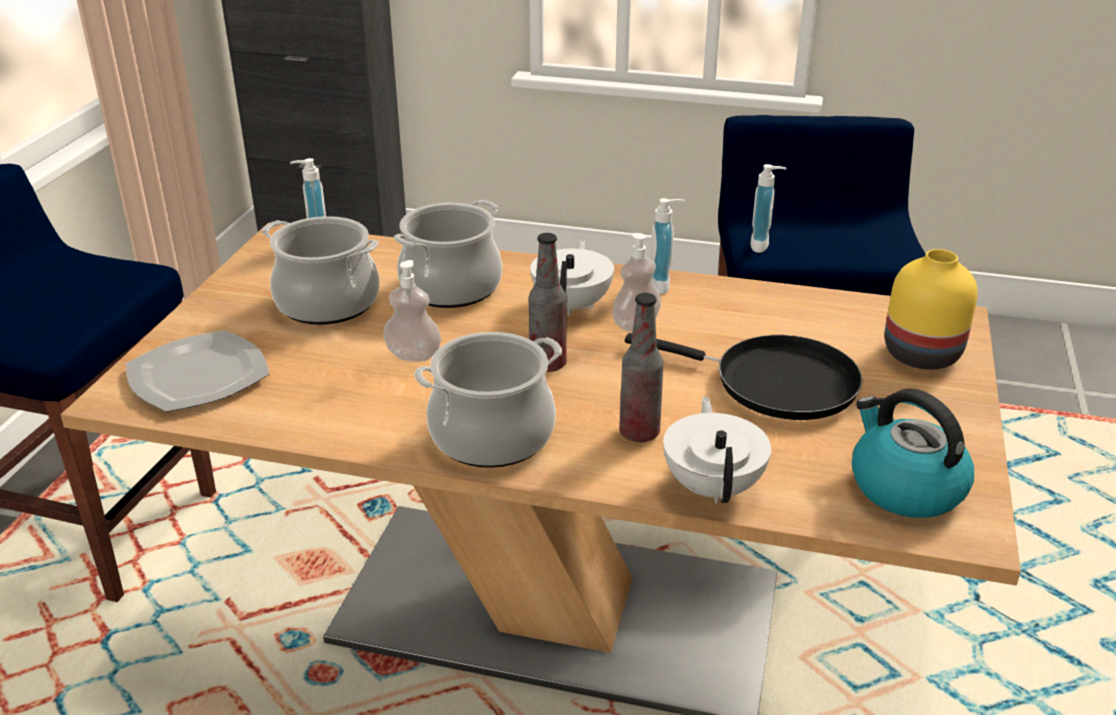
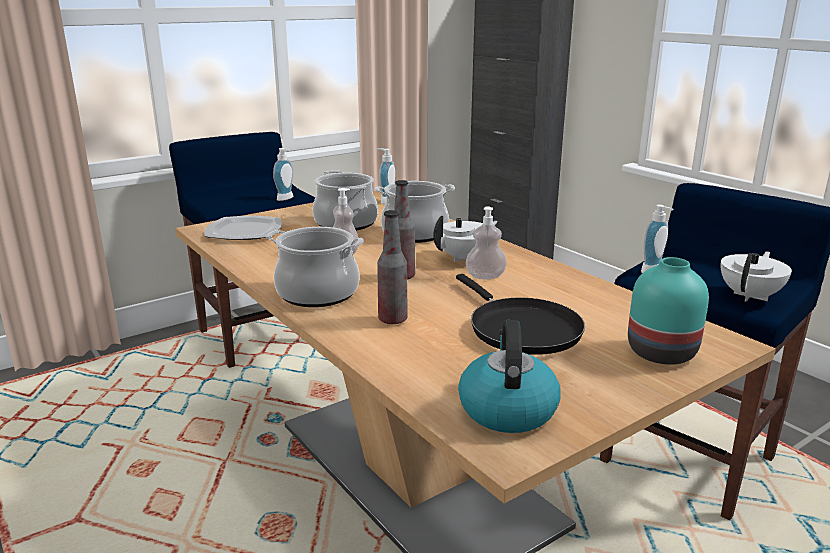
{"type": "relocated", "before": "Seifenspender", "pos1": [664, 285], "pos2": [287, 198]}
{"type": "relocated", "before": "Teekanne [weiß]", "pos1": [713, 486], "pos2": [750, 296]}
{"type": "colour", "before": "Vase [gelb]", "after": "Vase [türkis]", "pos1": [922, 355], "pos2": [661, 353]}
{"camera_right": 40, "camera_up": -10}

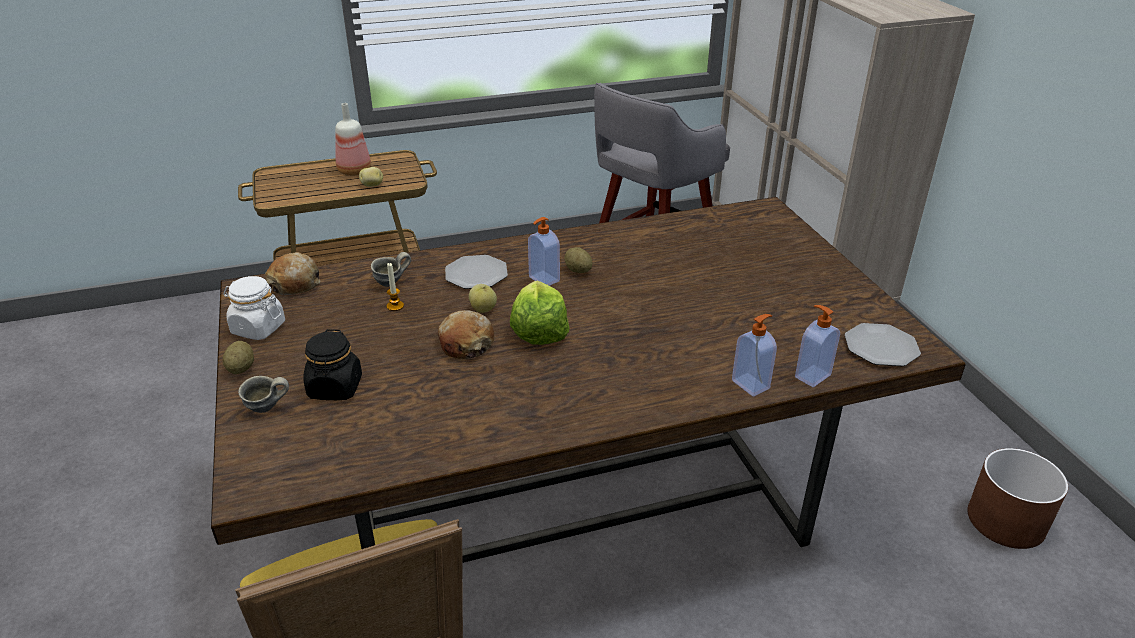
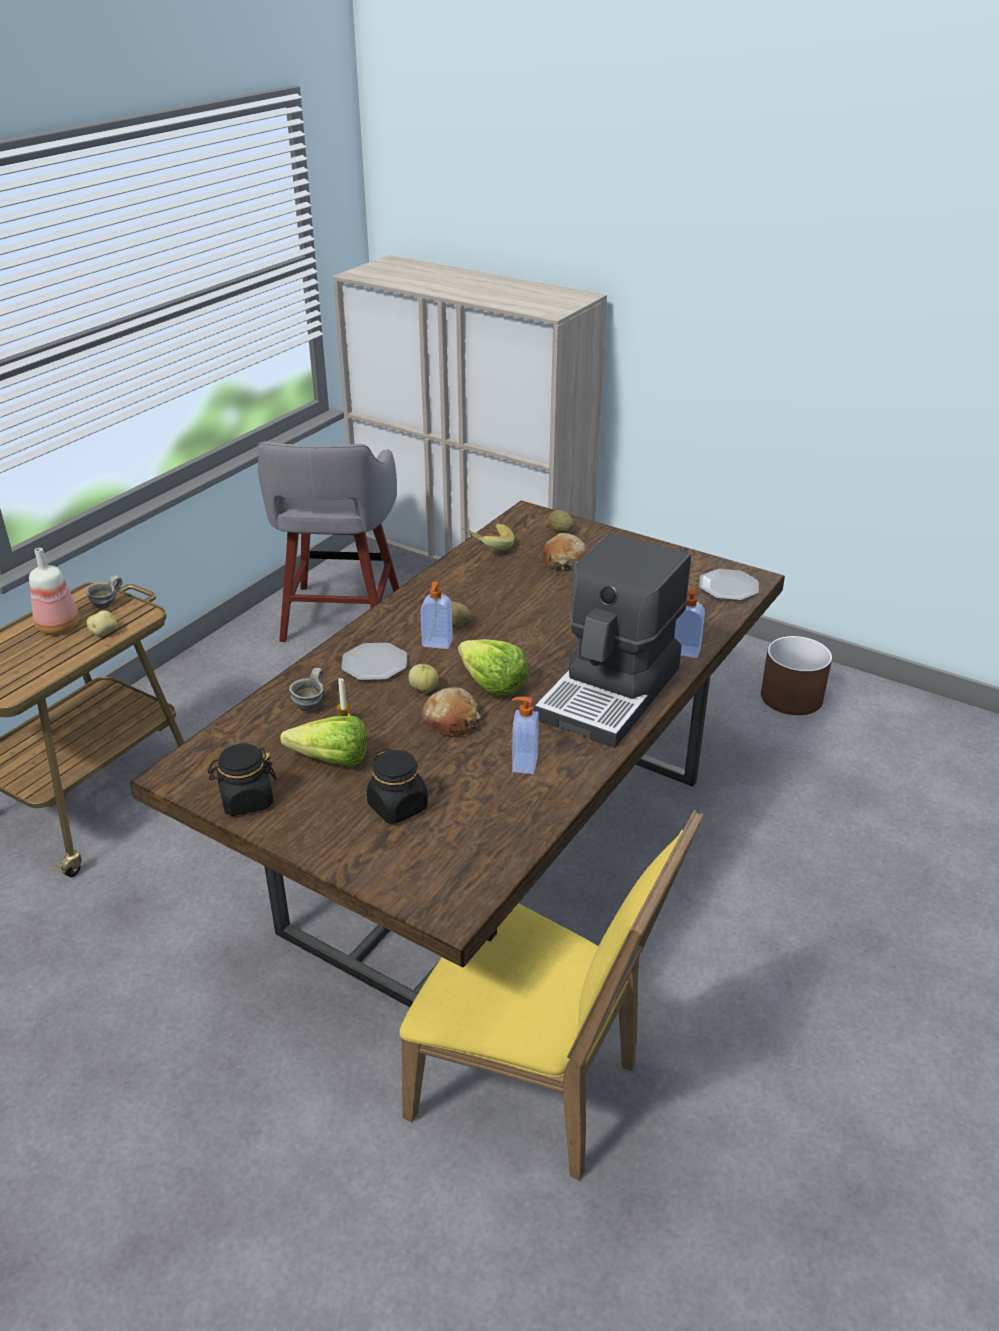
{"type": "relocated", "before": "Kartoffel", "pos1": [241, 368], "pos2": [560, 531]}
{"type": "colour", "before": "Vorratsglas [weiß]", "after": "Vorratsglas [schwarz]", "pos1": [258, 328], "pos2": [246, 800]}
{"type": "relocated", "before": "Henkelbecher [grau]", "pos1": [266, 410], "pos2": [107, 606]}
{"type": "relocated", "before": "Brot", "pos1": [295, 283], "pos2": [564, 561]}
{"type": "relocated", "before": "Seifenspender", "pos1": [811, 375], "pos2": [523, 763]}
{"type": "appeared", "after": "Salatkopf", "pos2": [325, 759]}
{"type": "appeared", "after": "Banane", "pos2": [487, 546]}
{"type": "appeared", "after": "Kaffeemaschine", "pos2": [611, 693]}
{"camera_right": -40, "camera_up": 0}

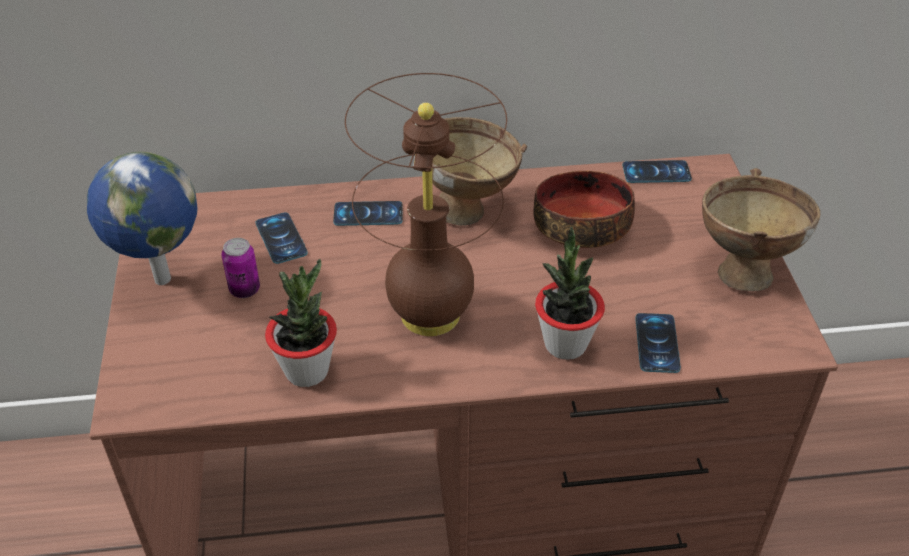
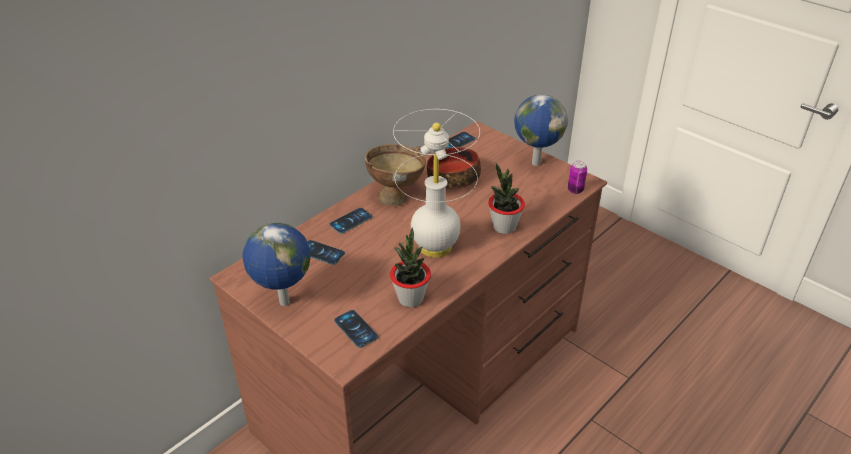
{"type": "relocated", "before": "Dose", "pos1": [244, 290], "pos2": [575, 190]}
{"type": "colour", "before": "Tischlampe [braun]", "after": "Tischlampe [weiß]", "pos1": [429, 315], "pos2": [435, 247]}
{"type": "relocated", "before": "Handy", "pos1": [657, 343], "pos2": [356, 329]}
{"type": "exchanged", "before": "Schüssel [braun]", "after": "Globus", "pos1": [743, 268], "pos2": [535, 163]}
{"camera_right": -40, "camera_up": -5}

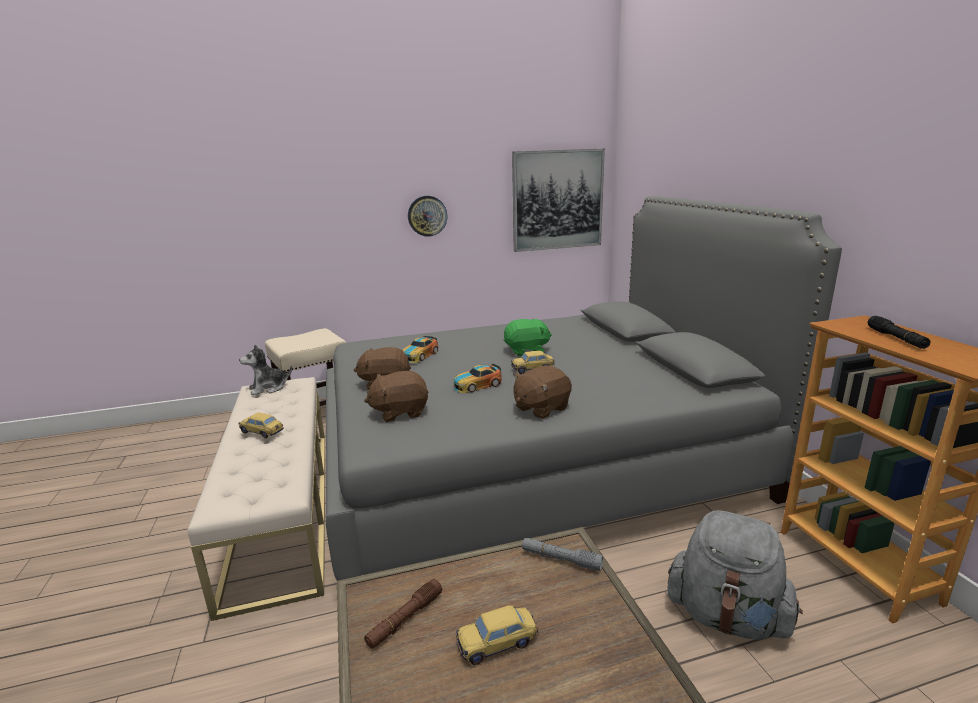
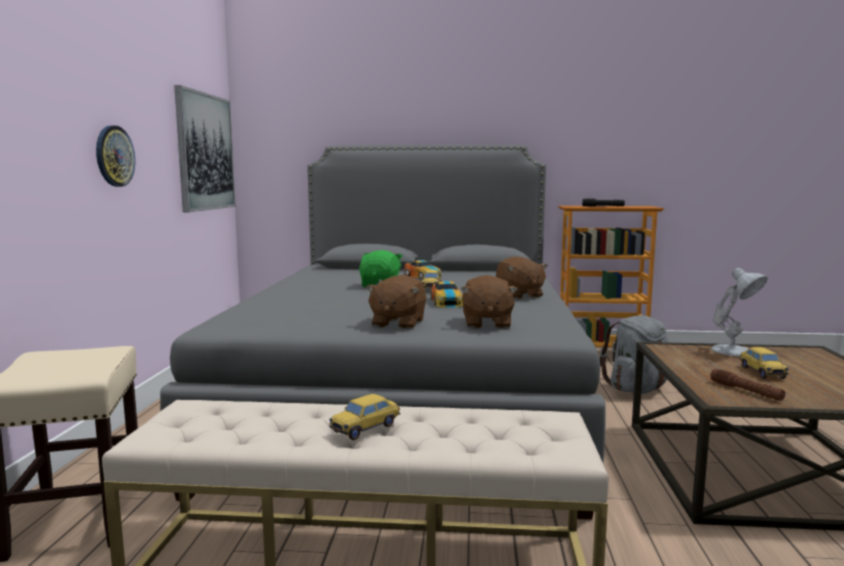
{"type": "missing", "before": "Plüschtier", "pos1": [268, 388]}
{"type": "relocated", "before": "Spielzeugauto", "pos1": [419, 355], "pos2": [423, 276]}
{"type": "missing", "before": "Taschenlampe [grau]", "pos1": [561, 559]}
{"type": "appeared", "after": "Tischlampe [weiß]", "pos2": [734, 351]}
{"camera_right": -70, "camera_up": -10}

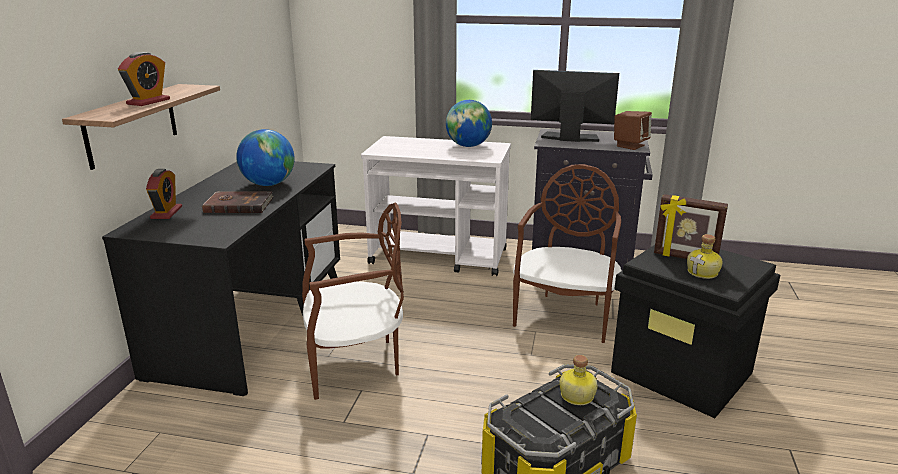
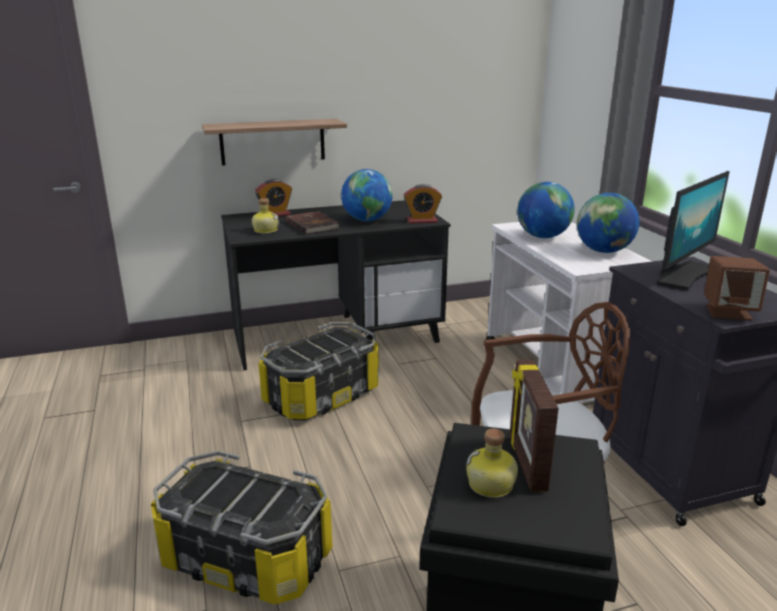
{"type": "relocated", "before": "Wecker", "pos1": [148, 102], "pos2": [422, 221]}
{"type": "exchanged", "before": "Stuhl [braun]", "after": "Aufbewahrungsbox", "pos1": [355, 363], "pos2": [322, 396]}
{"type": "spun", "before": "Monitor", "pos1": [570, 138], "pos2": [684, 276], "turn": 60}
{"type": "relocated", "before": "Flasche", "pos1": [575, 396], "pos2": [265, 230]}
{"type": "appeared", "after": "Globus", "pos2": [542, 237]}
{"camera_right": 60, "camera_up": 0}

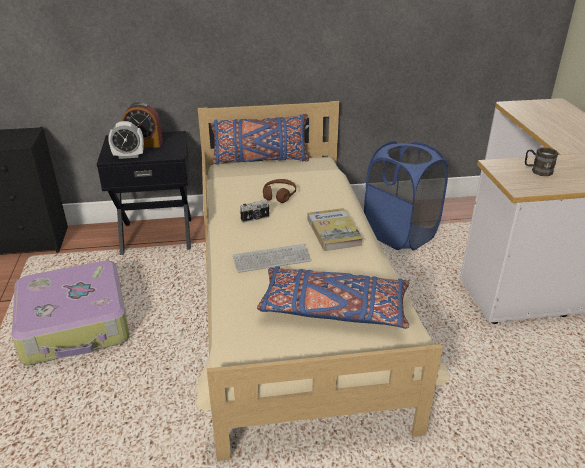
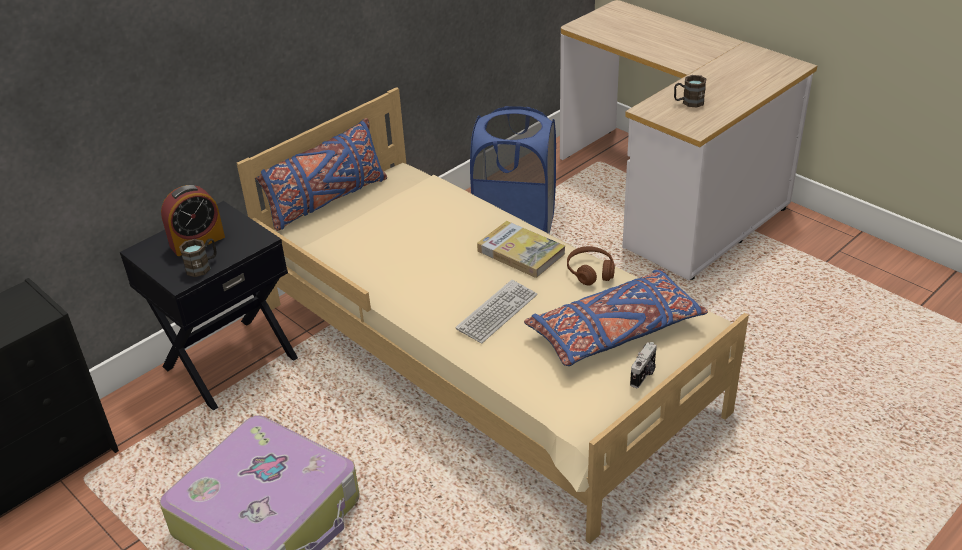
{"type": "exchanged", "before": "Wecker", "after": "Henkelbecher [braun]", "pos1": [129, 156], "pos2": [202, 266]}
{"type": "relocated", "before": "Kamera", "pos1": [255, 219], "pos2": [644, 374]}
{"type": "relocated", "before": "Kopfhörer [braun]", "pos1": [279, 195], "pos2": [590, 272]}
{"camera_right": -35, "camera_up": 5}

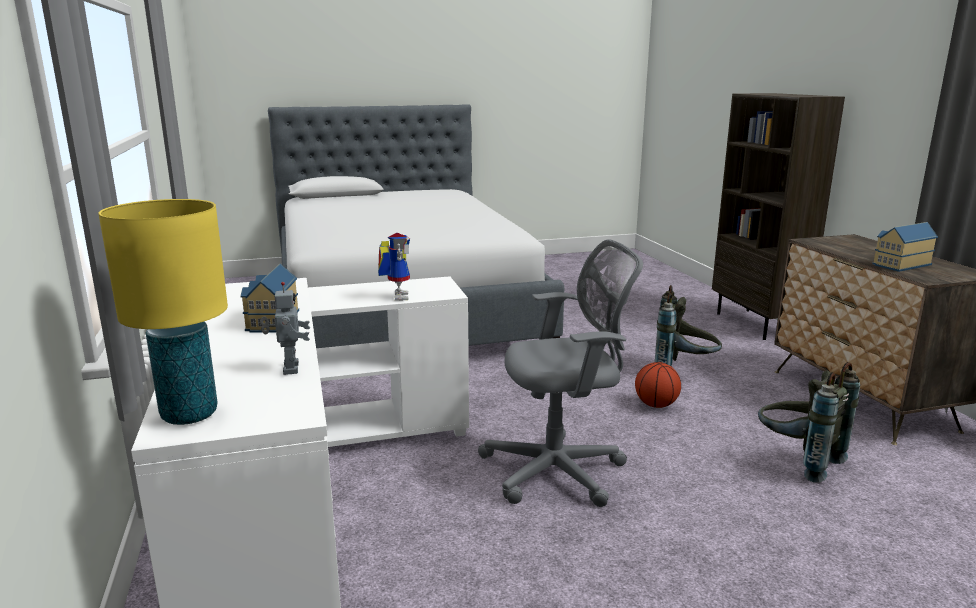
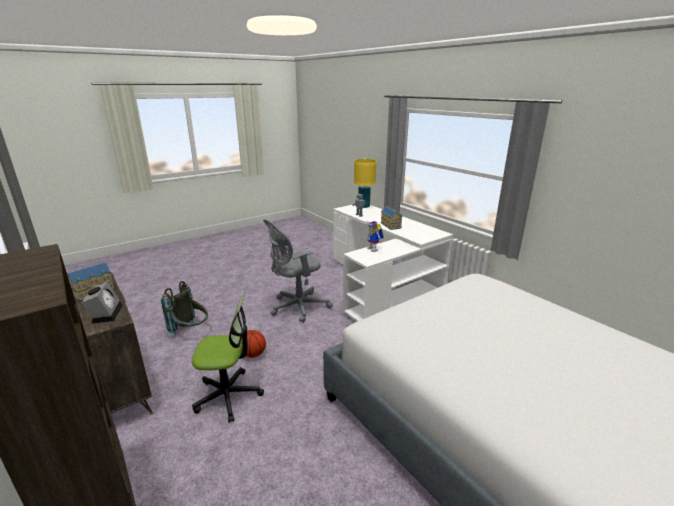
{"type": "exchanged", "before": "Rucksack [grau]", "after": "Bürostuhl", "pos1": [683, 371], "pos2": [228, 395]}
{"type": "appeared", "after": "Wecker", "pos2": [106, 313]}
{"camera_right": 160, "camera_up": 5}

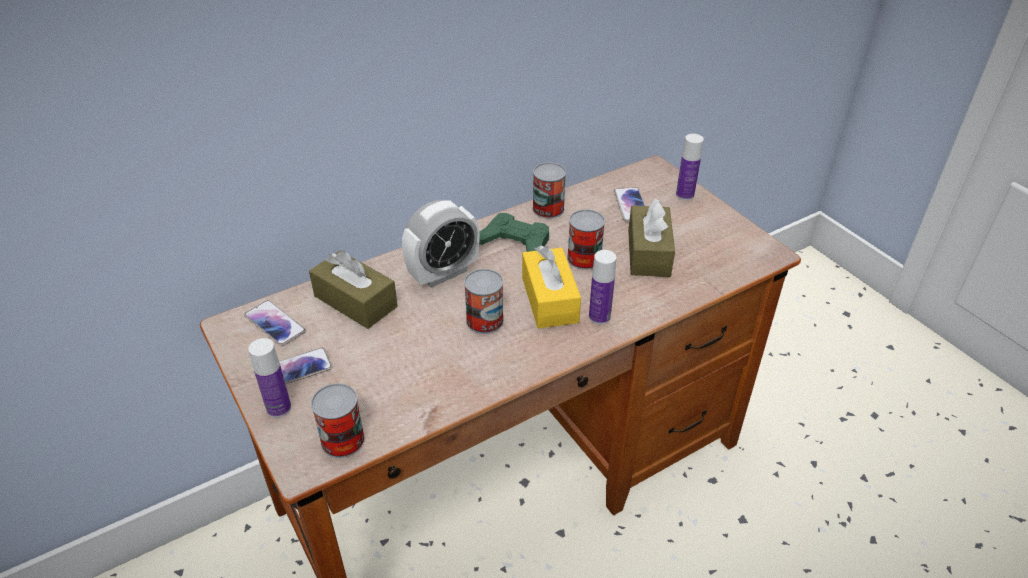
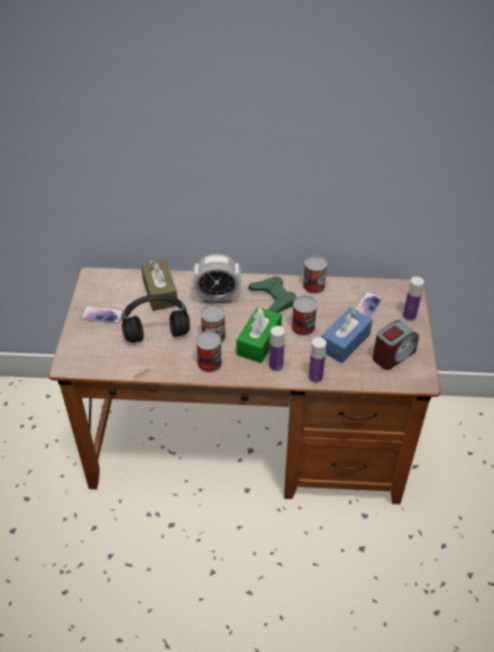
{"type": "missing", "before": "Handy", "pos1": [275, 324]}
{"type": "relocated", "before": "Flasche", "pos1": [279, 408], "pos2": [315, 377]}
{"type": "relocated", "before": "Dose", "pos1": [342, 440], "pos2": [209, 363]}
{"type": "colour", "before": "Taschentuchbox [gelb]", "after": "Taschentuchbox [grün]", "pos1": [549, 299], "pos2": [259, 342]}
{"type": "colour", "before": "Taschentuchbox [braun]", "after": "Taschentuchbox [blau]", "pos1": [648, 253], "pos2": [345, 342]}
{"type": "appeared", "after": "Kopfhörer [schwarz]", "pos2": [158, 335]}
{"type": "appeared", "after": "Wecker", "pos2": [393, 355]}
{"camera_right": 35, "camera_up": 5}

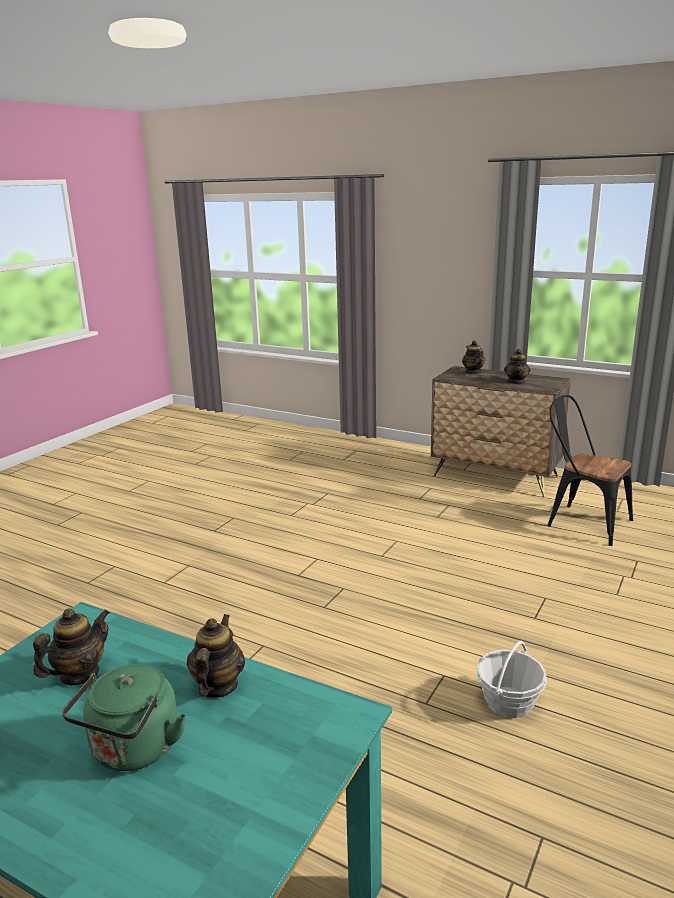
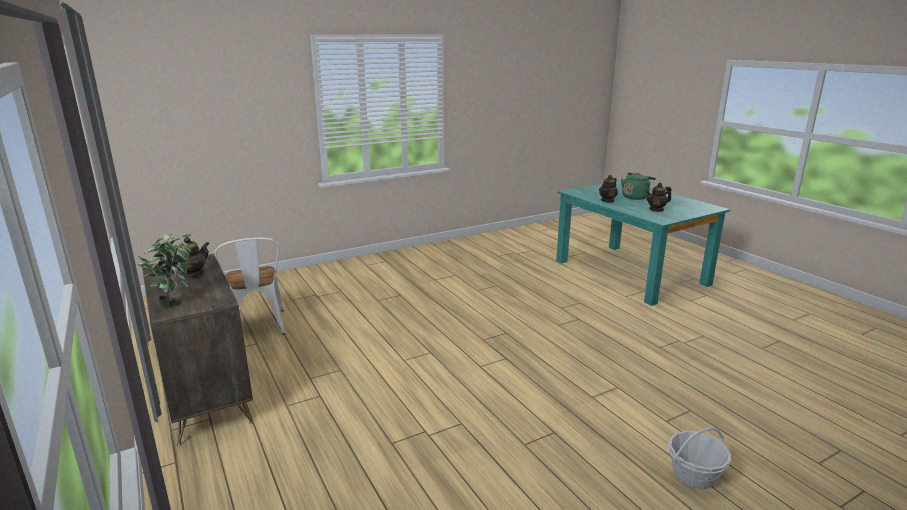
{"type": "exchanged", "before": "Teekanne", "after": "Topfpflanze", "pos1": [473, 372], "pos2": [175, 302]}
{"type": "relocated", "before": "Korb", "pos1": [509, 702], "pos2": [694, 475]}
{"type": "colour", "before": "Stuhl [schwarz]", "after": "Stuhl [weiß]", "pos1": [582, 522], "pos2": [258, 328]}
{"camera_right": -150, "camera_up": 0}

